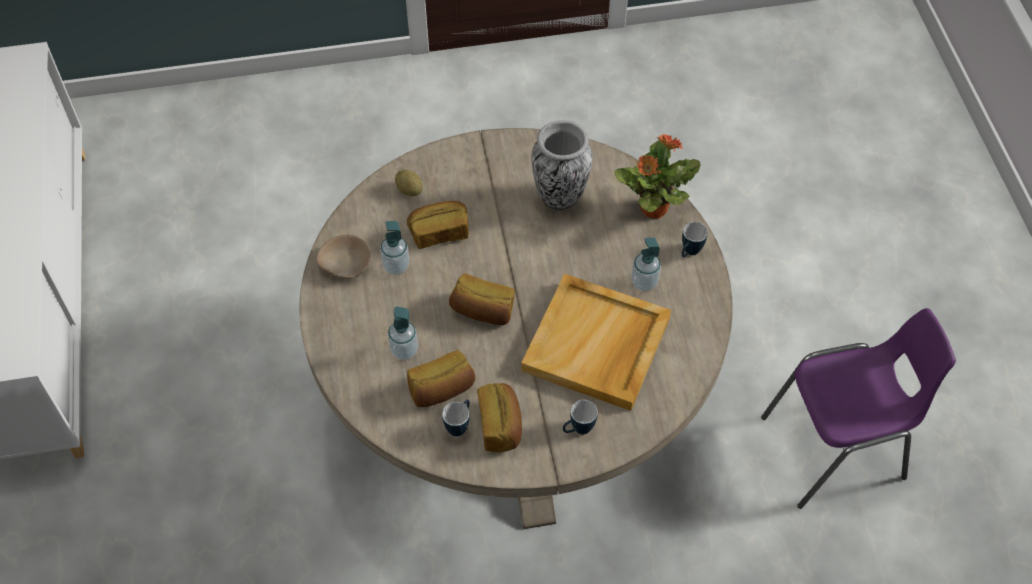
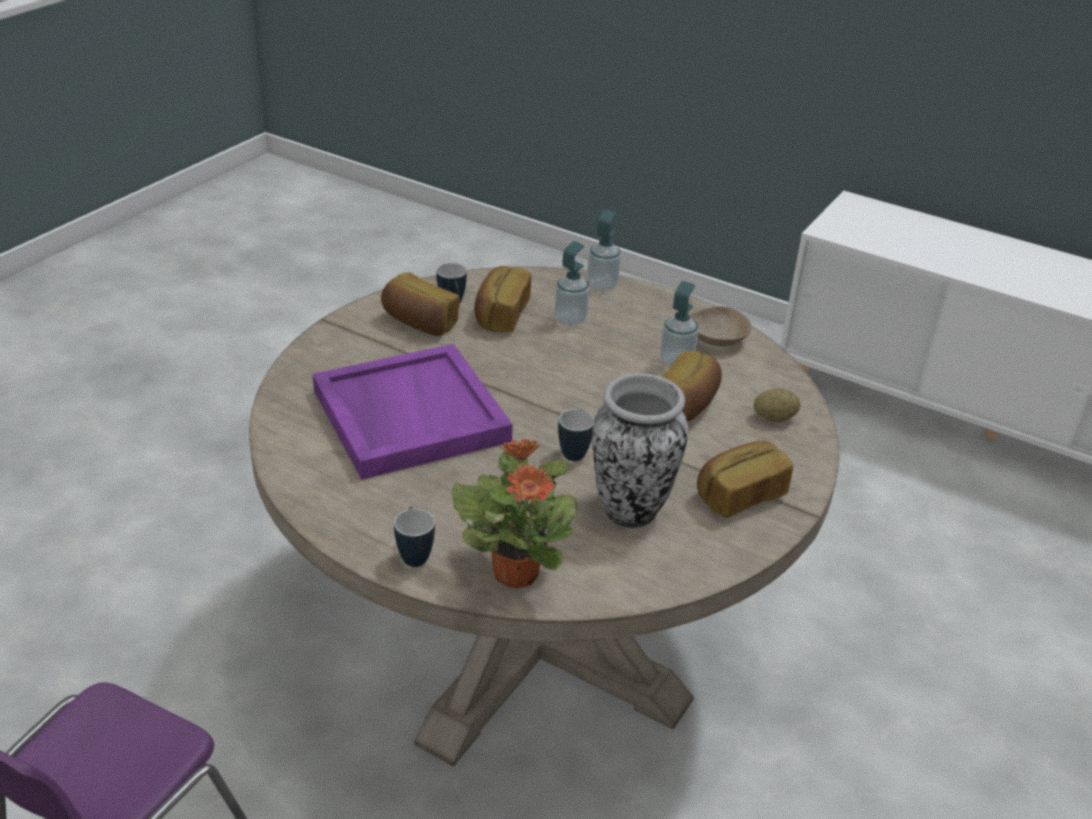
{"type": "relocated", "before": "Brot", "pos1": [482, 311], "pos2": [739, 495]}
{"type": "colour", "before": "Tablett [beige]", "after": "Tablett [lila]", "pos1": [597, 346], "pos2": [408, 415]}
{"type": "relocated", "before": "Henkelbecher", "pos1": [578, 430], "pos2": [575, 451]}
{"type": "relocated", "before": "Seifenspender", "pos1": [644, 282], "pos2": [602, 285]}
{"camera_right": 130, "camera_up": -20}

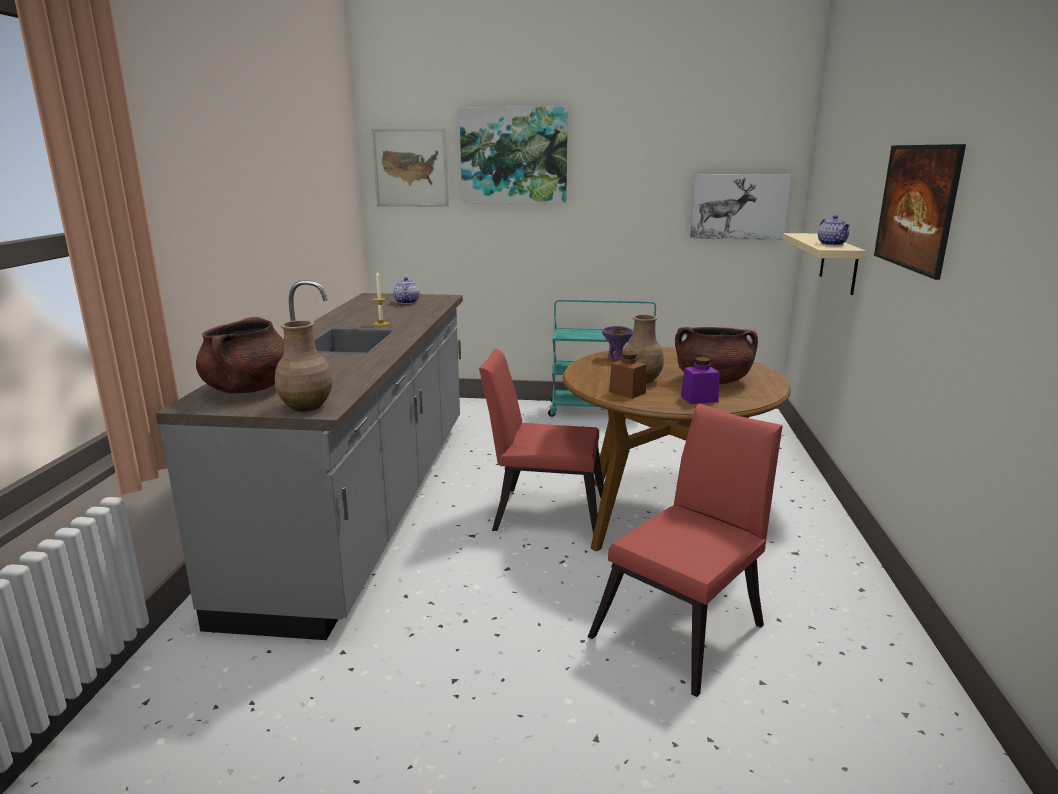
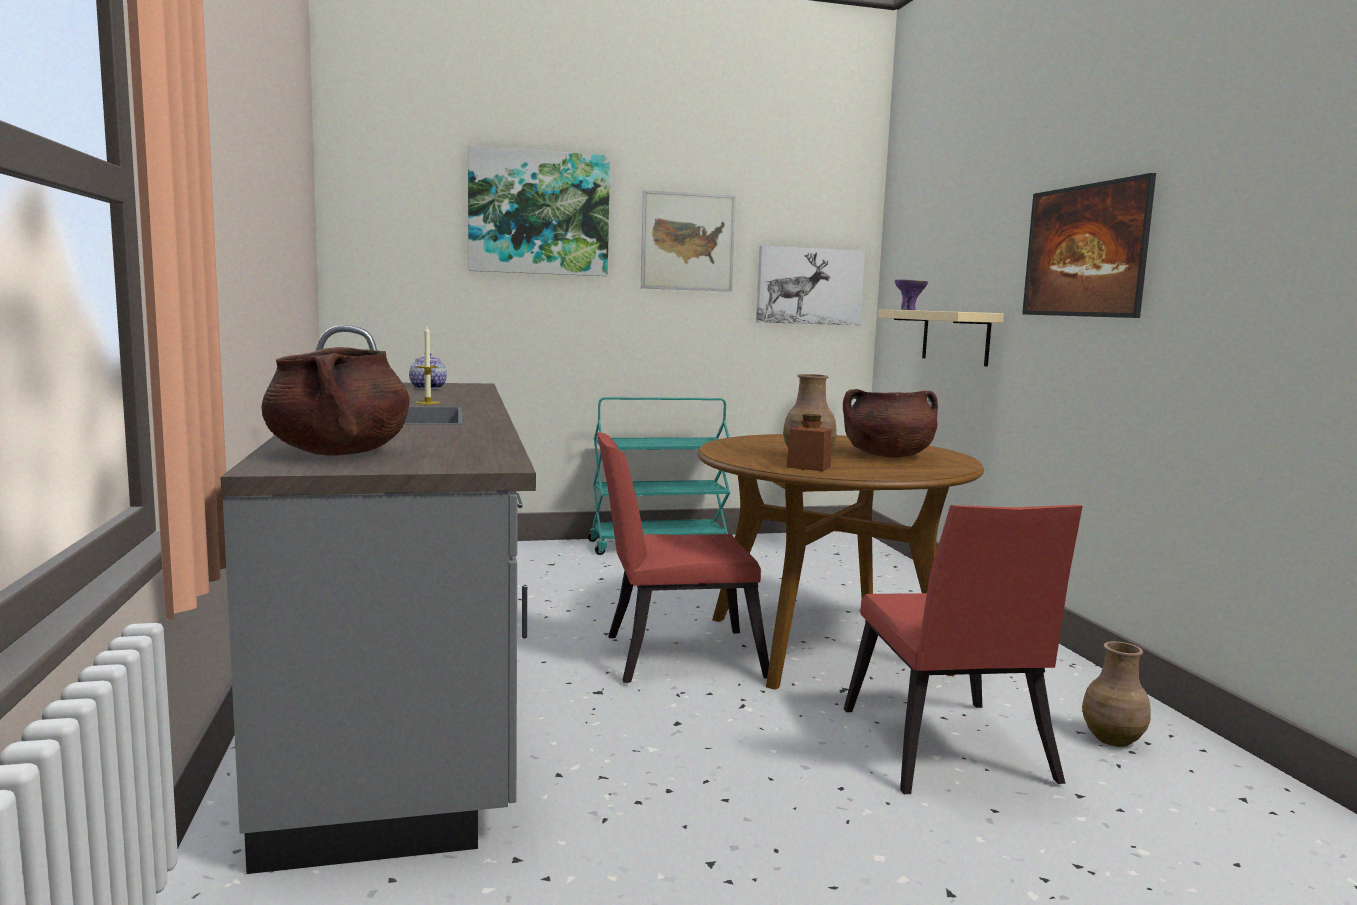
{"type": "relocated", "before": "Vase [braun]", "pos1": [306, 407], "pos2": [1113, 739]}
{"type": "relocated", "before": "Bild", "pos1": [411, 168], "pos2": [688, 242]}
{"type": "spun", "before": "Stuhl [rot]", "pos1": [685, 626], "pos2": [948, 753], "turn": 150}
{"type": "relocated", "before": "Schüssel [lila]", "pos1": [616, 357], "pos2": [908, 309]}
{"type": "missing", "before": "Vorratsglas [lila]", "pos1": [699, 399]}
{"type": "missing", "before": "Teekanne", "pos1": [832, 244]}
{"camera_right": -20, "camera_up": -10}

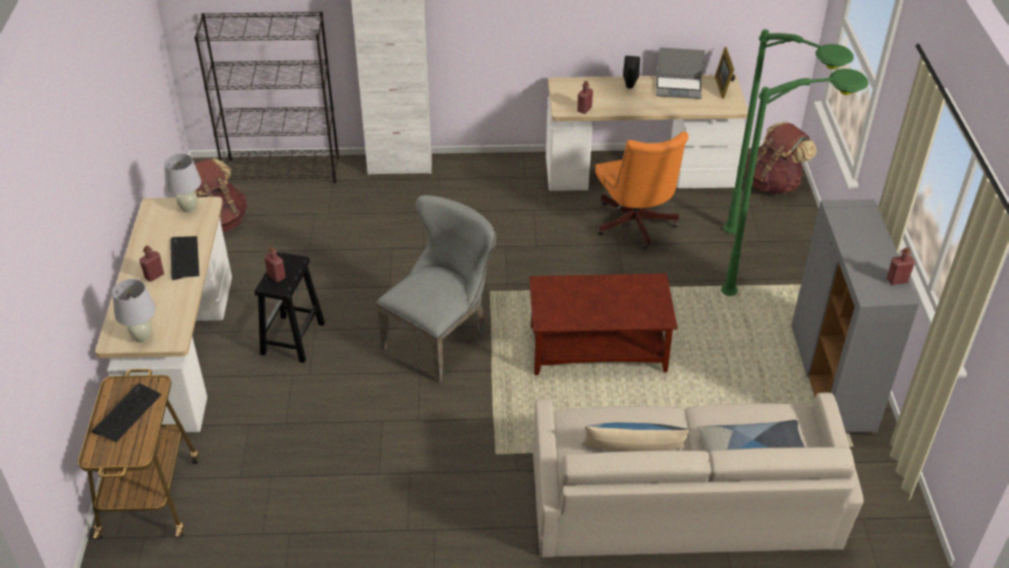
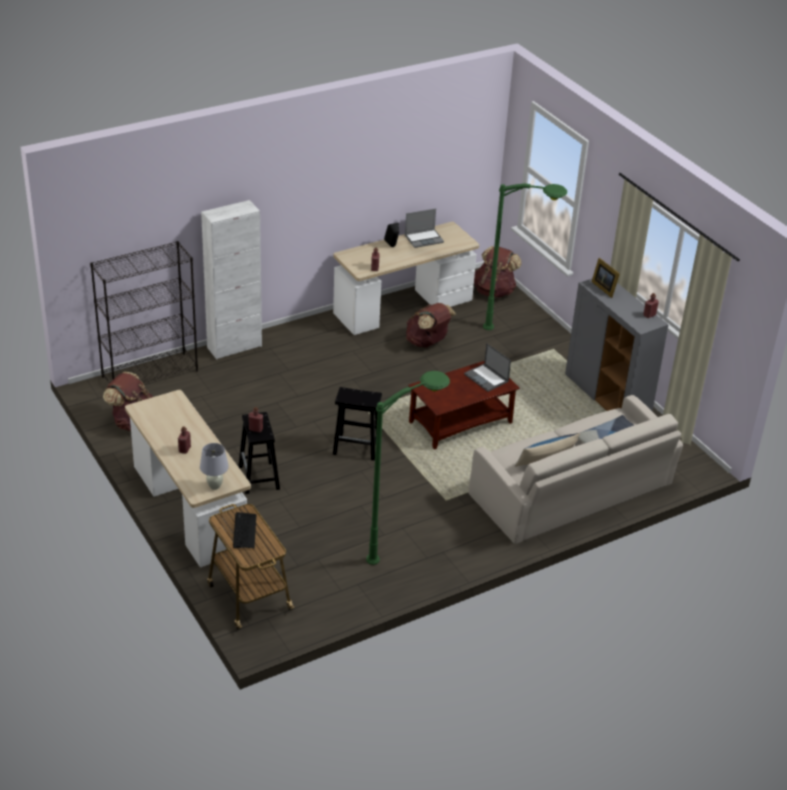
{"type": "missing", "before": "Tischlampe [weiß]", "pos1": [188, 208]}
{"type": "missing", "before": "Tastatur", "pos1": [184, 258]}
{"type": "exchanged", "before": "Stuhl [grau]", "after": "Hocker [schwarz]", "pos1": [441, 338], "pos2": [357, 447]}
{"type": "exchanged", "before": "Bürostuhl [orange]", "after": "Rucksack [braun]", "pos1": [635, 227], "pos2": [427, 342]}
{"type": "relocated", "before": "Bilderrahmen", "pos1": [724, 86], "pos2": [604, 288]}
{"type": "relocated", "before": "Stehlampe [grün]", "pos1": [779, 288], "pos2": [408, 545]}
{"type": "appeared", "after": "Laptop", "pos2": [486, 378]}
{"camera_right": -30, "camera_up": -5}

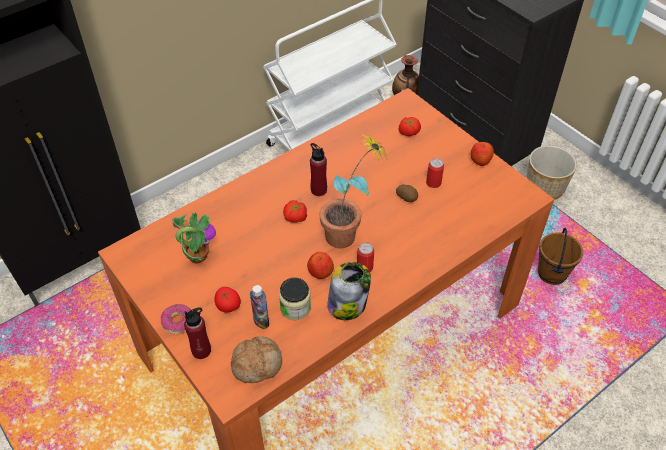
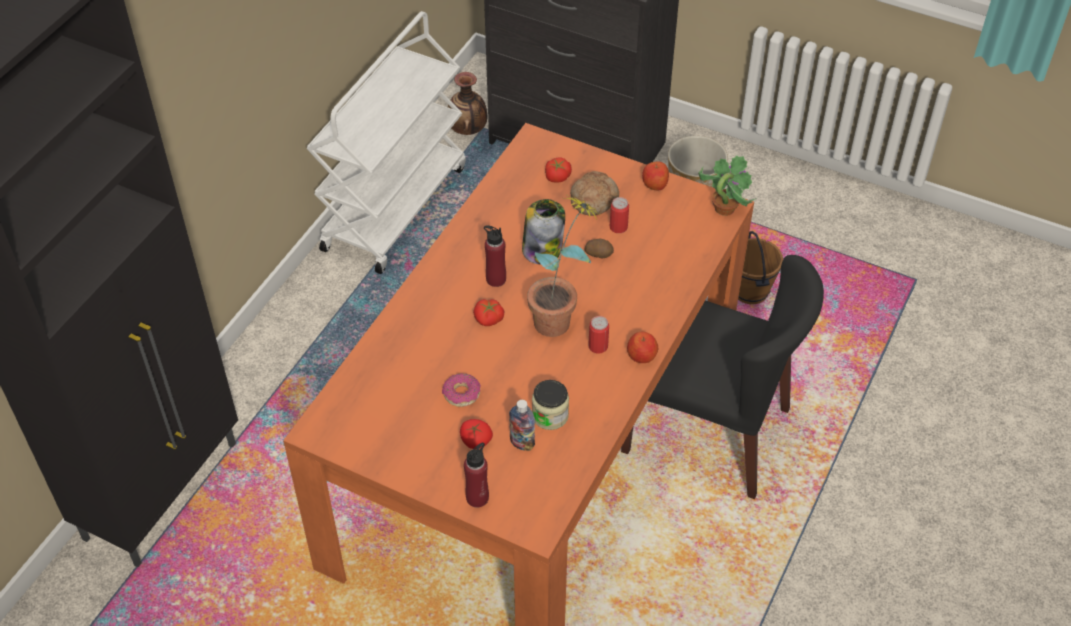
{"type": "relocated", "before": "Donut", "pos1": [178, 322], "pos2": [461, 394]}
{"type": "relocated", "before": "Topfpflanze", "pos1": [197, 256], "pos2": [723, 208]}
{"type": "relocated", "before": "Brot", "pos1": [257, 363], "pos2": [593, 199]}
{"type": "relocated", "before": "Apfel", "pos1": [320, 272], "pos2": [642, 356]}
{"type": "relocated", "before": "Vorratsglas", "pos1": [347, 304], "pos2": [542, 249]}
{"type": "appeared", "after": "Stuhl [schwarz]", "pos2": [707, 430]}
{"camera_right": -25, "camera_up": 0}

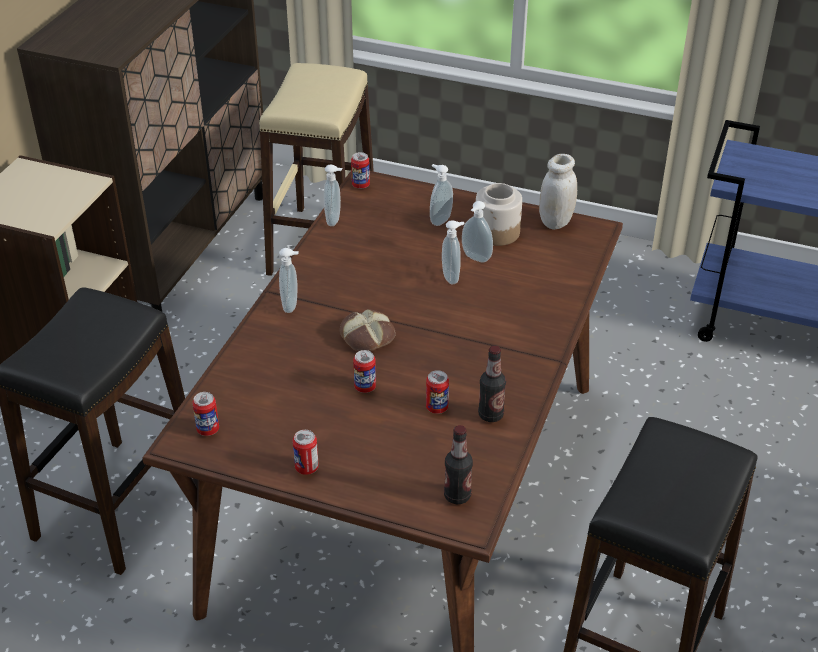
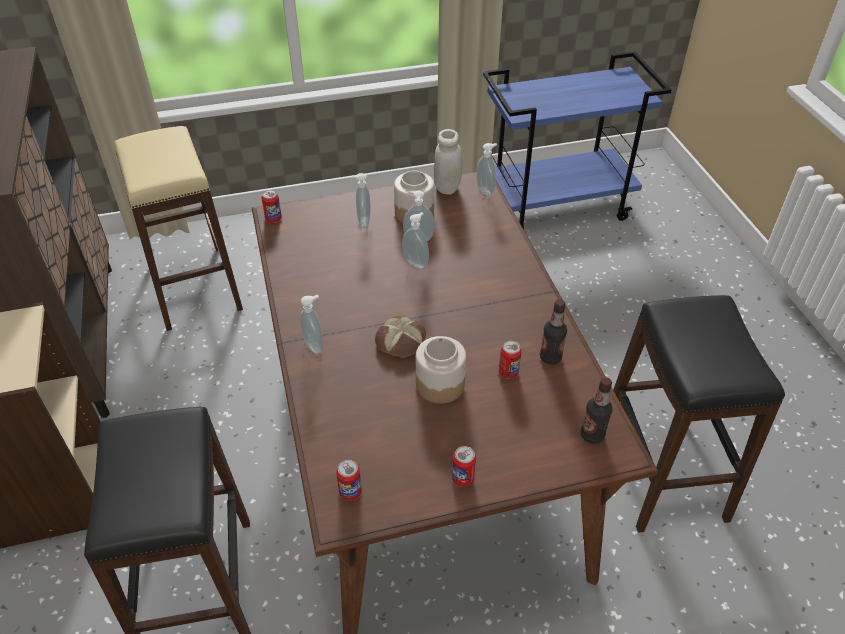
{"type": "relocated", "before": "Seifenspender", "pos1": [334, 220], "pos2": [486, 190]}
{"type": "exchanged", "before": "Dose", "after": "Vorratsglas", "pos1": [365, 387], "pos2": [440, 384]}
{"camera_right": -35, "camera_up": 5}

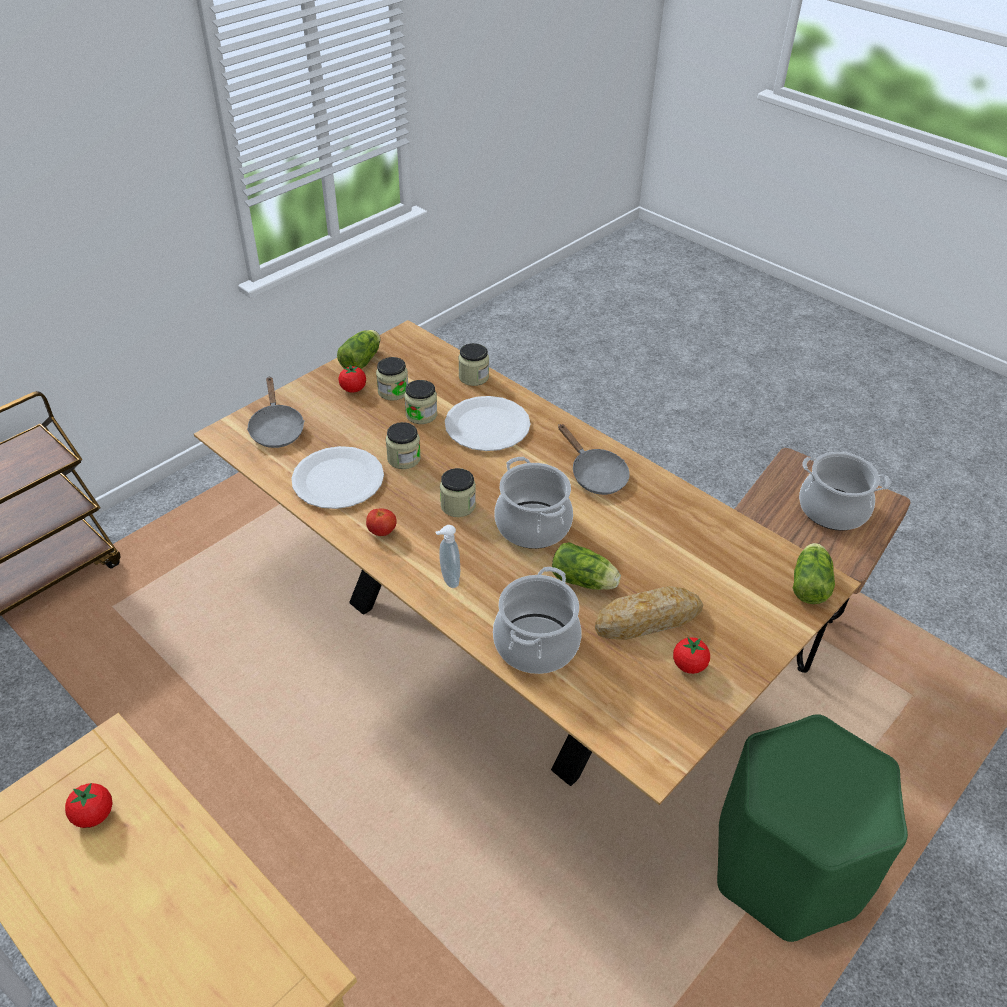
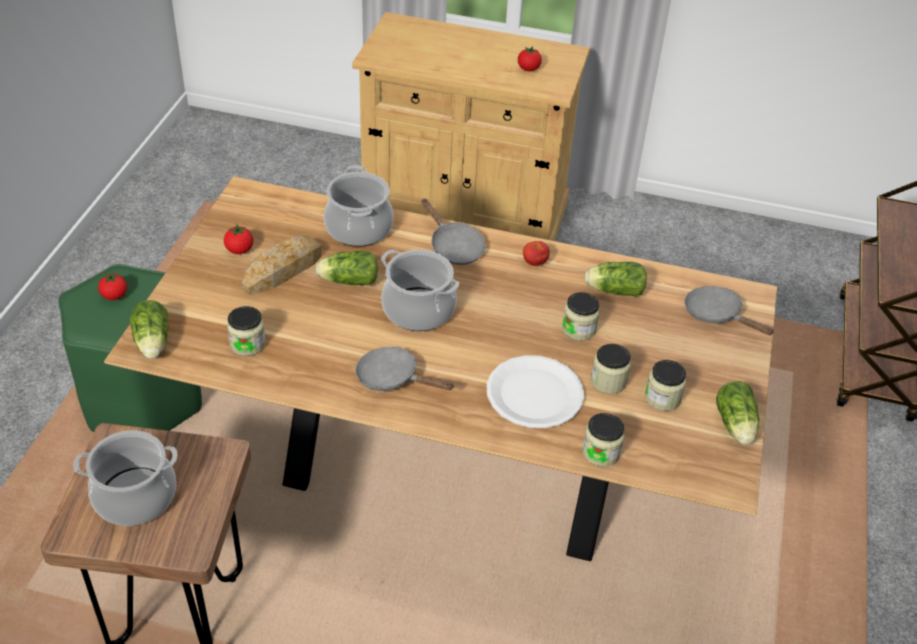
{"type": "exchanged", "before": "Teller [weiß]", "after": "Salatkopf", "pos1": [338, 479], "pos2": [613, 290]}
{"type": "relocated", "before": "Tomate", "pos1": [353, 389], "pos2": [114, 296]}
{"type": "exchanged", "before": "Seifenspender", "after": "Pfanne [grau]", "pos1": [448, 579], "pos2": [453, 247]}
{"type": "relocated", "before": "Vorratsglas", "pos1": [458, 505], "pos2": [247, 344]}
{"camera_right": 150, "camera_up": 0}

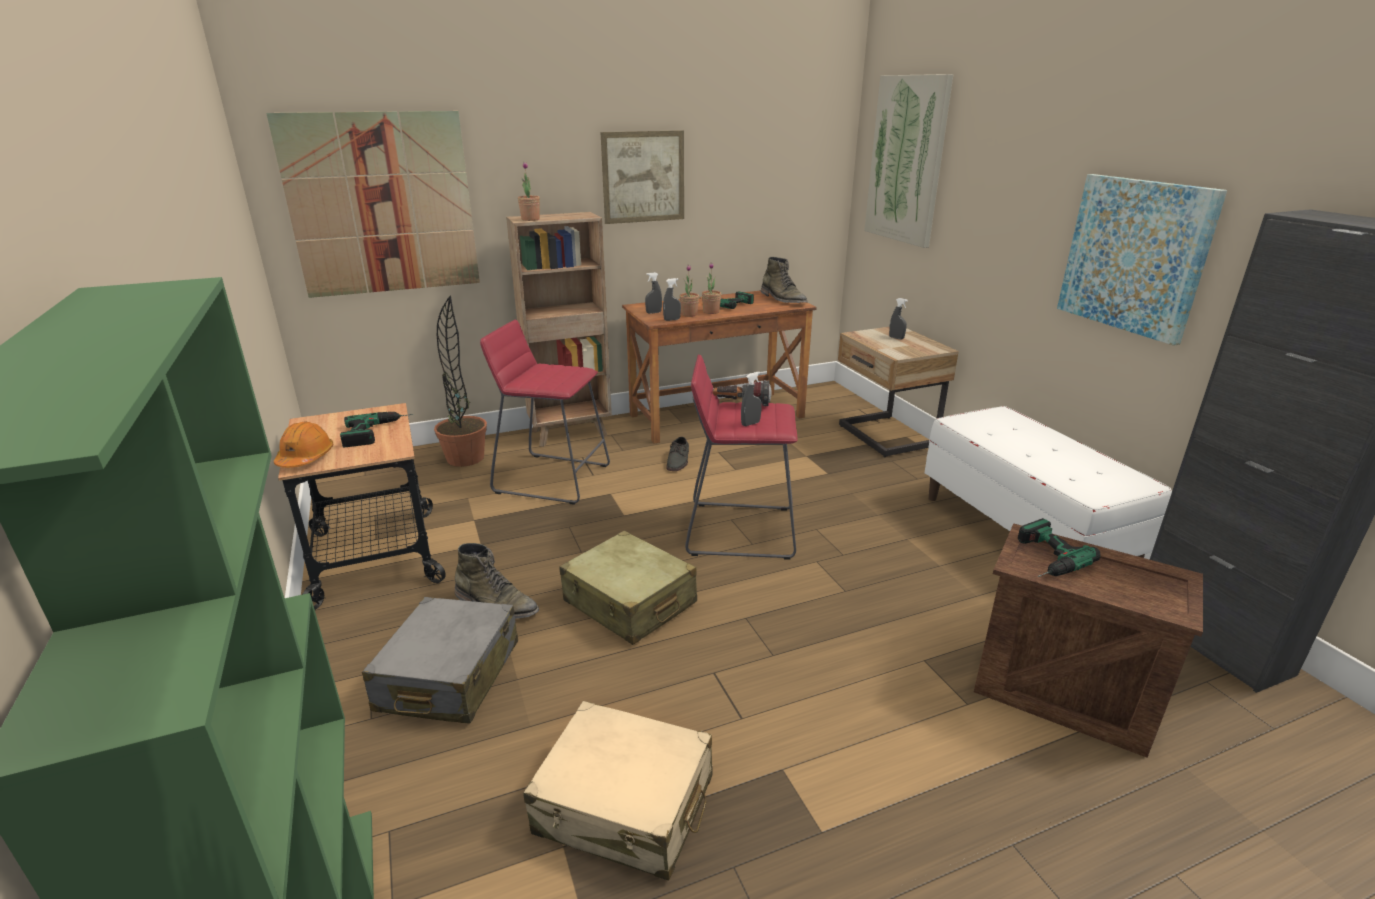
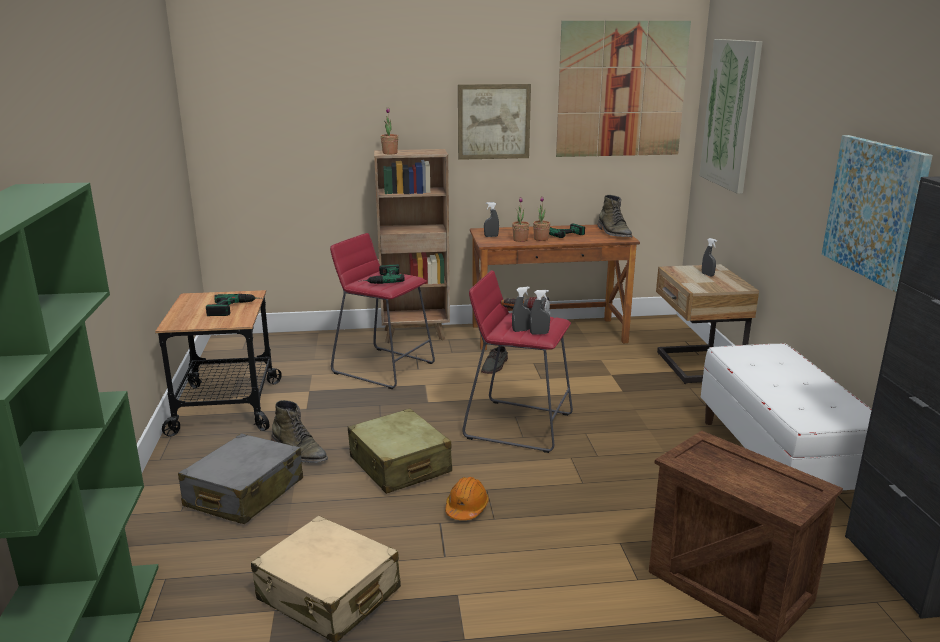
{"type": "relocated", "before": "Bild", "pos1": [382, 205], "pos2": [621, 90]}
{"type": "relocated", "before": "Schutzhelm [orange]", "pos1": [305, 458], "pos2": [466, 508]}
{"type": "missing", "before": "Topfpflanze", "pos1": [465, 458]}
{"type": "relocated", "before": "Sprühflasche [grau]", "pos1": [672, 320], "pos2": [539, 333]}
{"type": "relocated", "before": "Bohrmaschine", "pos1": [1042, 558], "pos2": [380, 279]}
{"camera_right": 15, "camera_up": -5}

